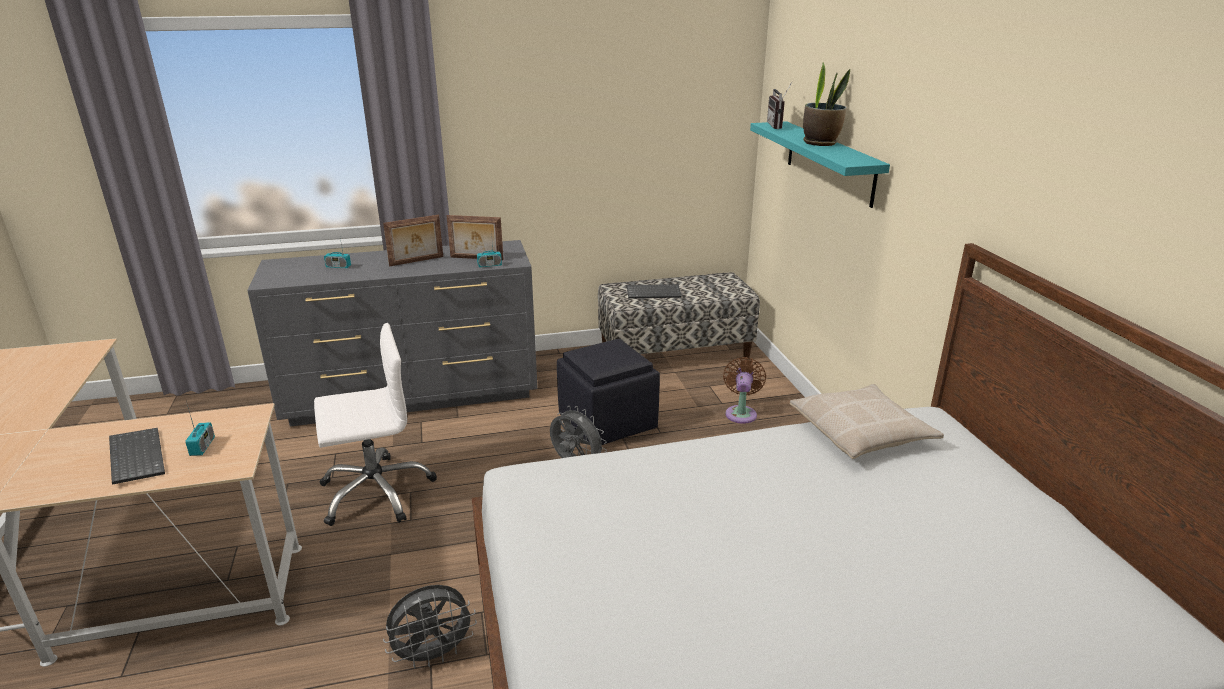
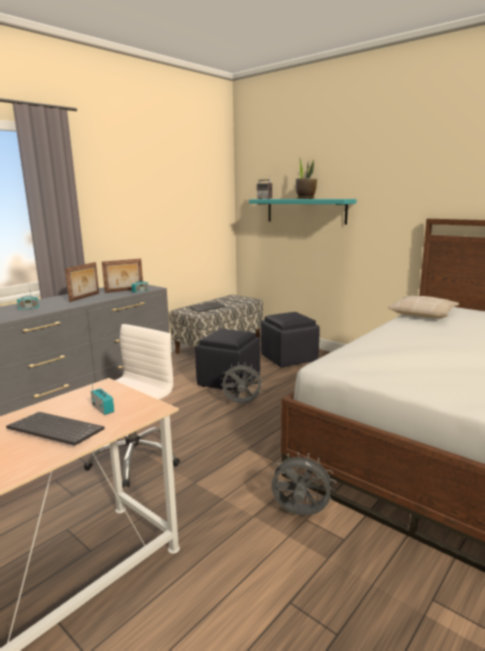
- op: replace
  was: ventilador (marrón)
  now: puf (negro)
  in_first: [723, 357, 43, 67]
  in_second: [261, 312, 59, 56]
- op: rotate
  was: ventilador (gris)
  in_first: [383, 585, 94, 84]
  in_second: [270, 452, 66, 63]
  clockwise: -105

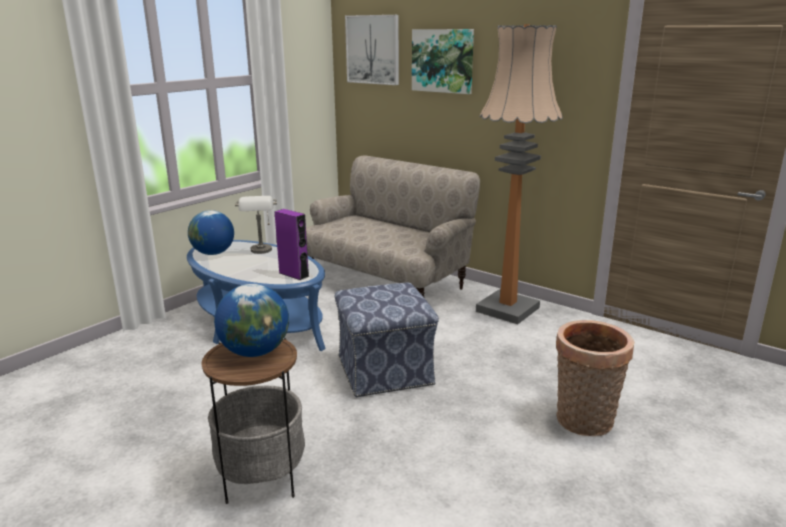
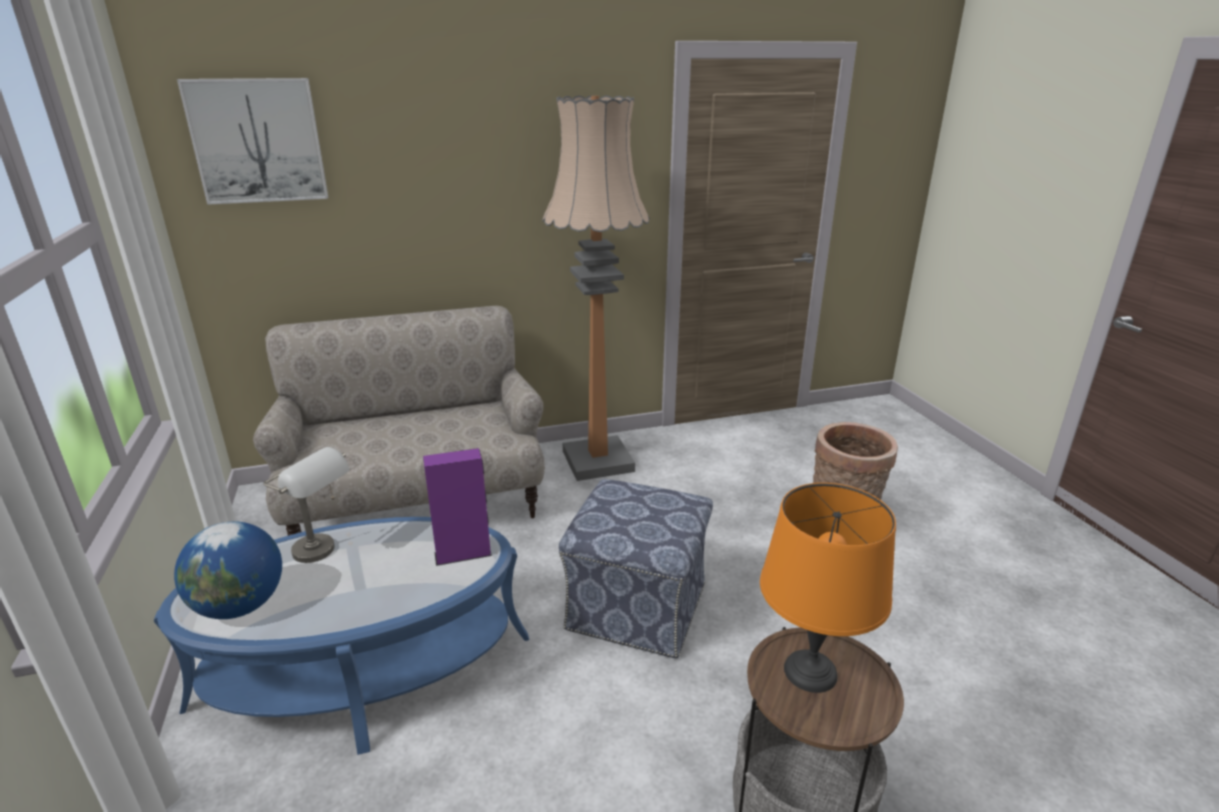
- op: replace
  was: globo terráqueo
  now: lámpara de mesa (naranja)
  in_first: [214, 284, 75, 73]
  in_second: [760, 483, 136, 210]
- op: delete
  was: cuadro
  in_first: [412, 29, 62, 65]

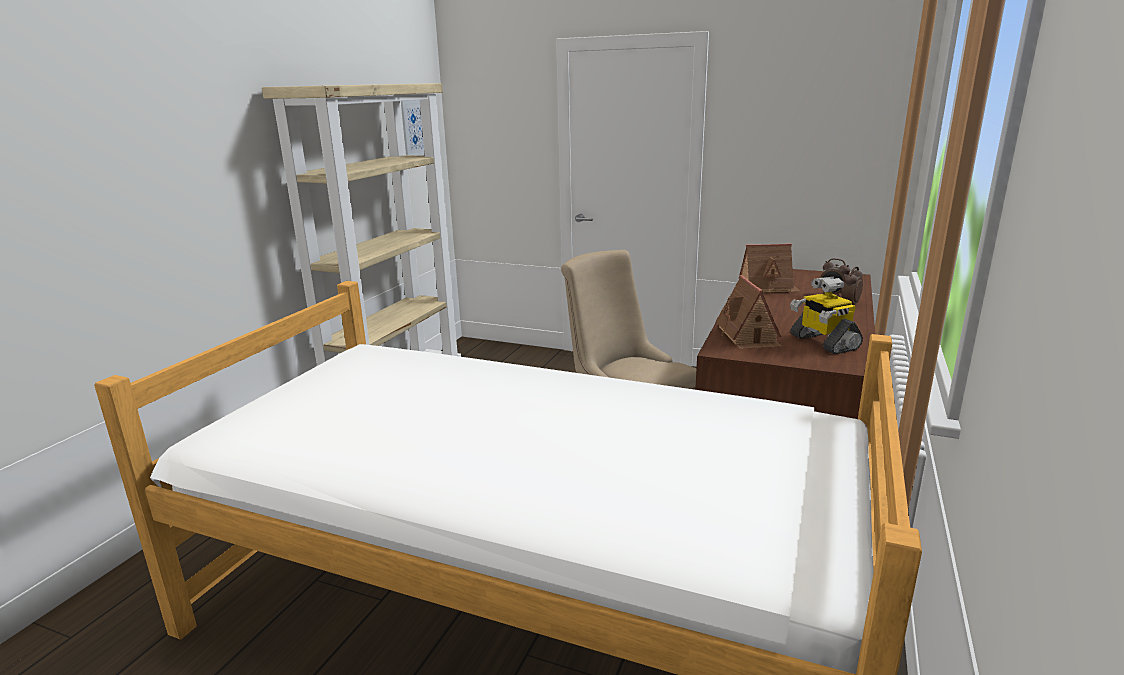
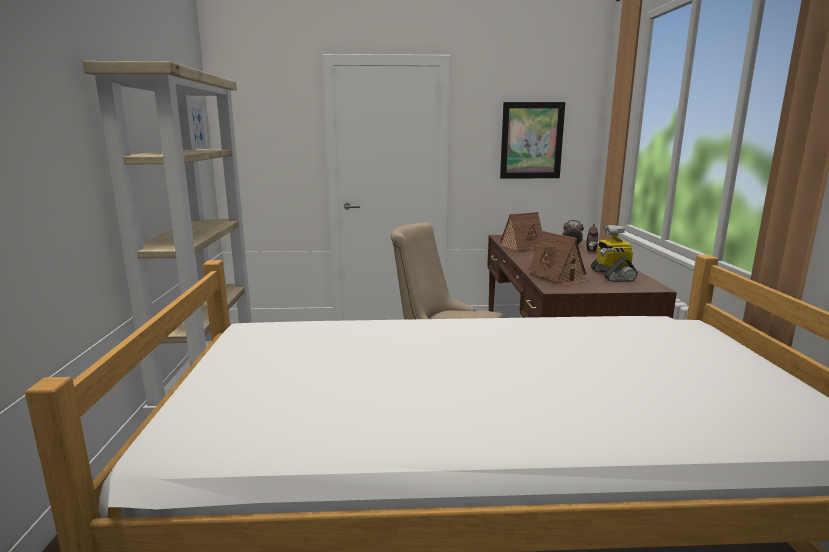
- op: insert
  now: cuadro
  in_second: [500, 102, 65, 77]
- op: rotate
  was: robot de juguete
  in_first: [790, 276, 73, 78]
  in_second: [589, 225, 49, 57]
  clockwise: 45

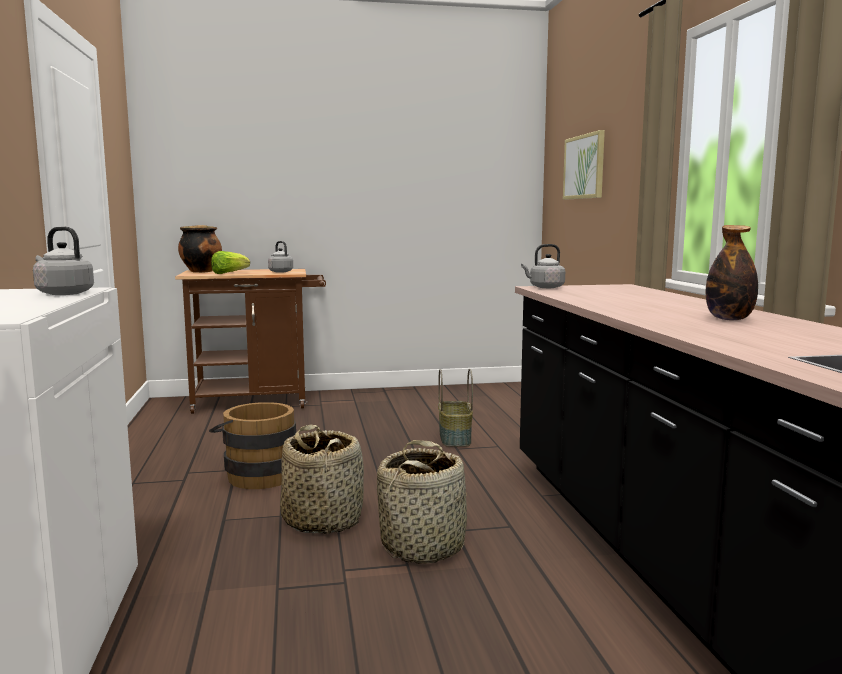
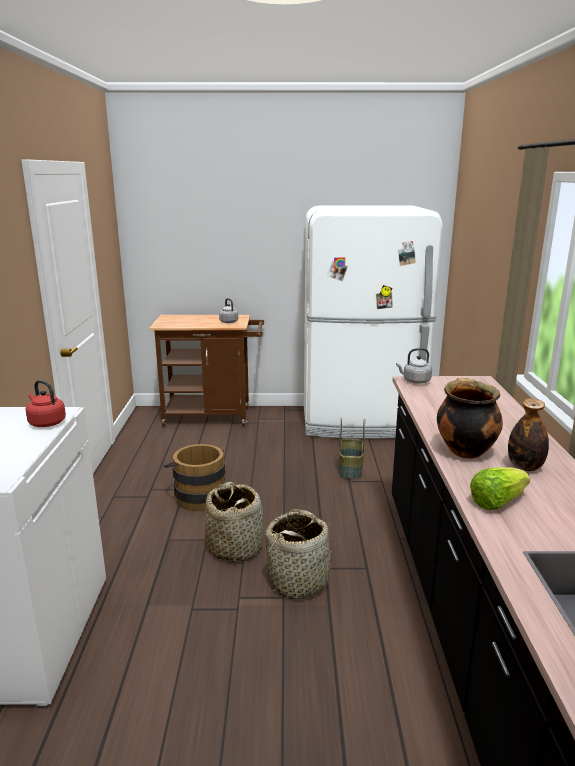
- op: recolor
  was: hervidor (gris)
  now: hervidor (rojo)
  in_first: [33, 227, 61, 68]
  in_second: [26, 380, 40, 47]
- op: insert
  now: nevera (blanco)
  in_second: [304, 206, 139, 233]
- op: move
  was: olla
  in_first: [178, 225, 44, 48]
  in_second: [437, 377, 66, 82]
- op: move
  was: lechuga
  in_first: [211, 251, 39, 23]
  in_second: [470, 467, 60, 43]
- op: delete
  was: cuadro
  in_first: [563, 130, 42, 70]

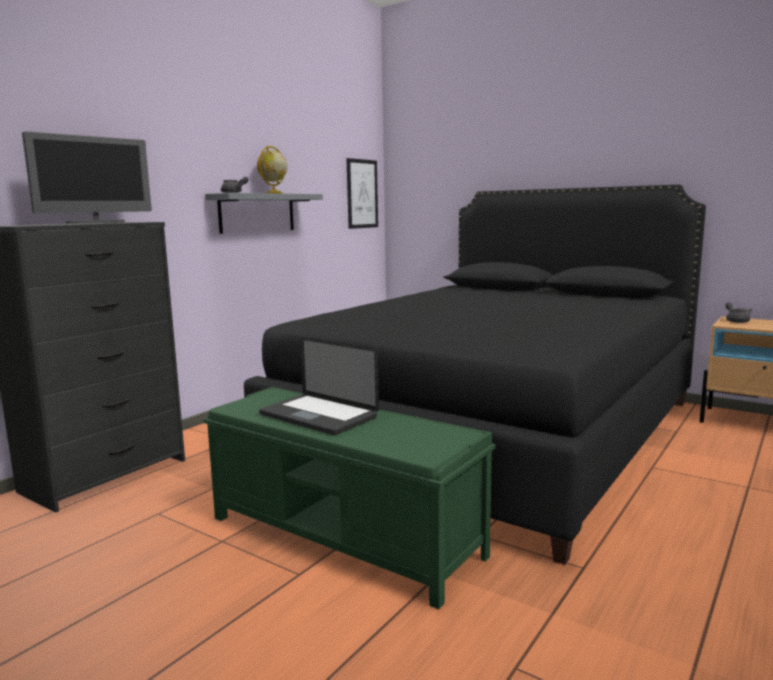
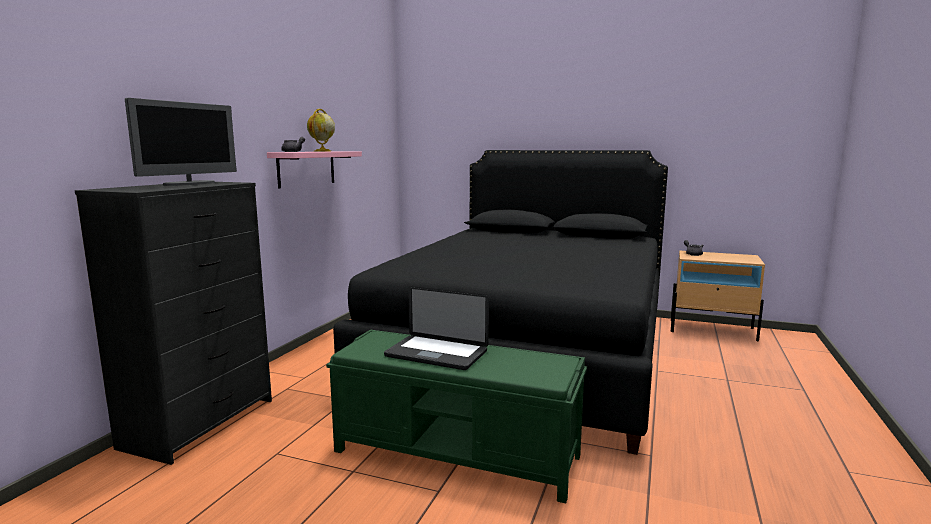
- op: recolor
  was: estante (gris)
  now: estante (rosa)
  in_first: [205, 193, 118, 41]
  in_second: [267, 151, 95, 38]
- op: delete
  was: cuadro
  in_first: [346, 158, 32, 71]

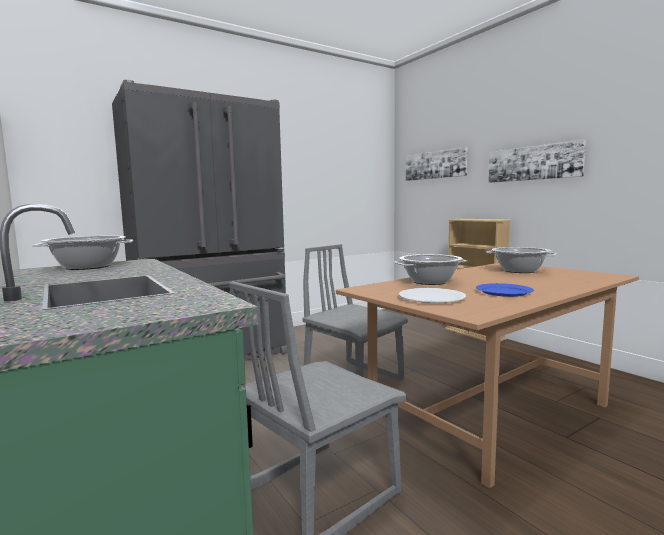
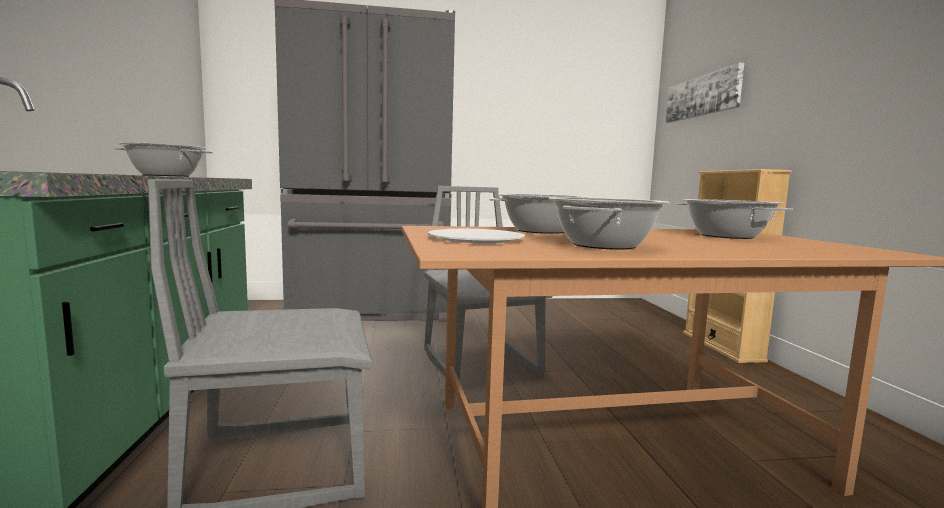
- op: replace
  was: plato (azul)
  now: olla
  in_first: [476, 283, 58, 14]
  in_second: [548, 197, 122, 53]
- op: delete
  was: cuadro
  in_first: [488, 139, 98, 44]

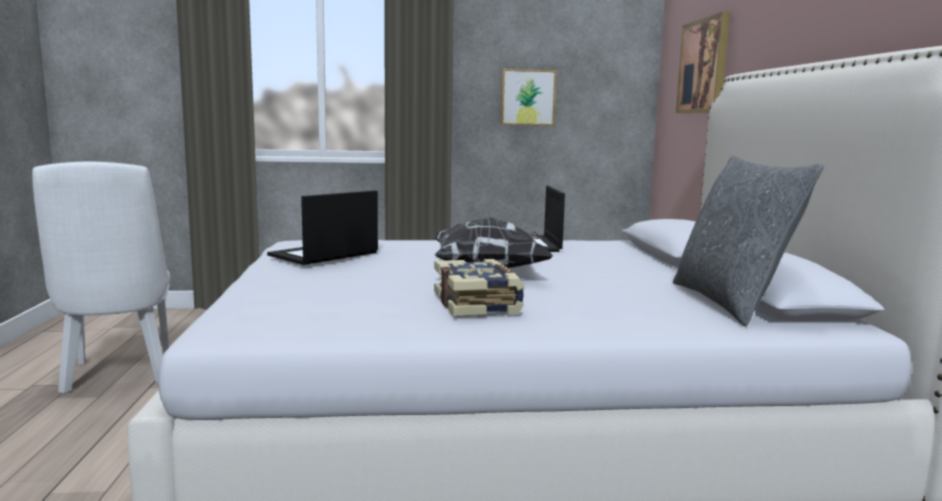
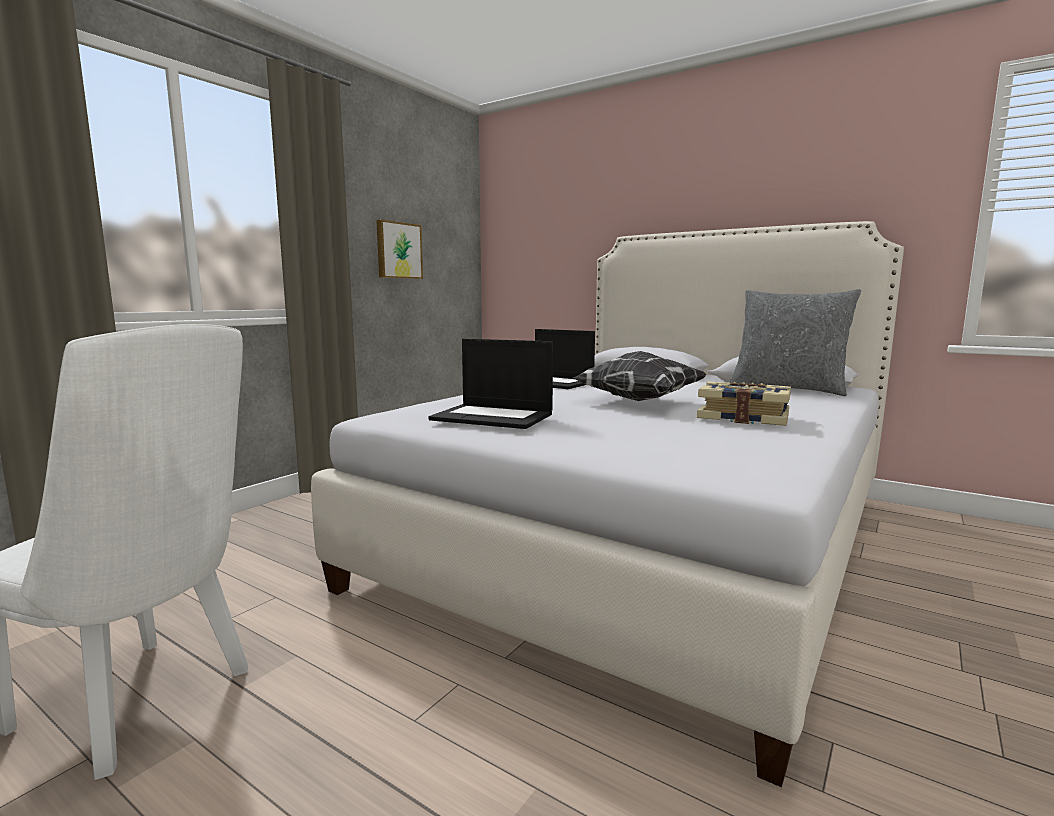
- op: rotate
  was: portátil
  in_first: [267, 190, 111, 75]
  in_second: [428, 339, 125, 90]
  clockwise: -60
- op: delete
  was: cuadro
  in_first: [676, 12, 54, 101]

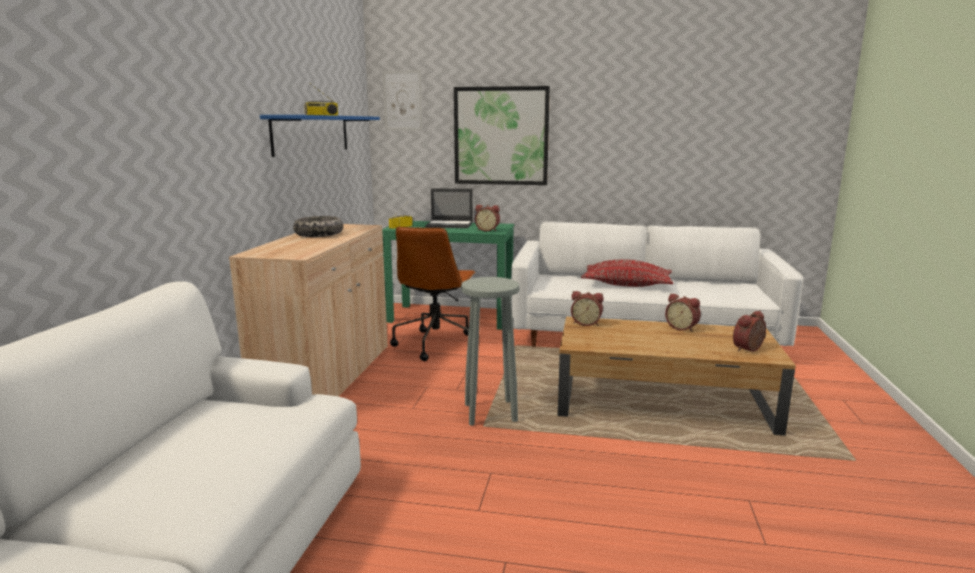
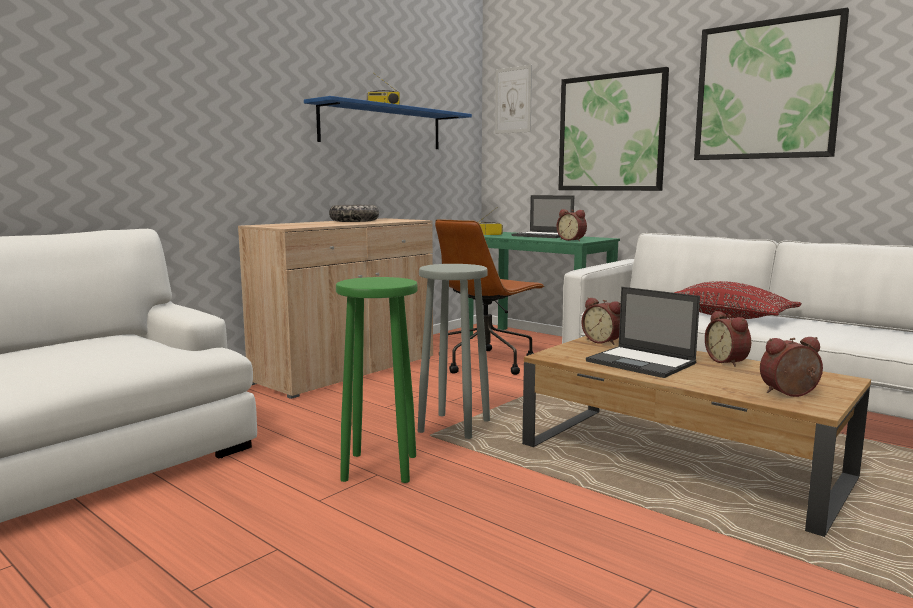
- op: insert
  now: taburete (verde)
  in_second: [336, 277, 81, 206]
- op: insert
  now: portátil
  in_second: [586, 287, 114, 91]
- op: insert
  now: cuadro
  in_second: [694, 7, 155, 153]

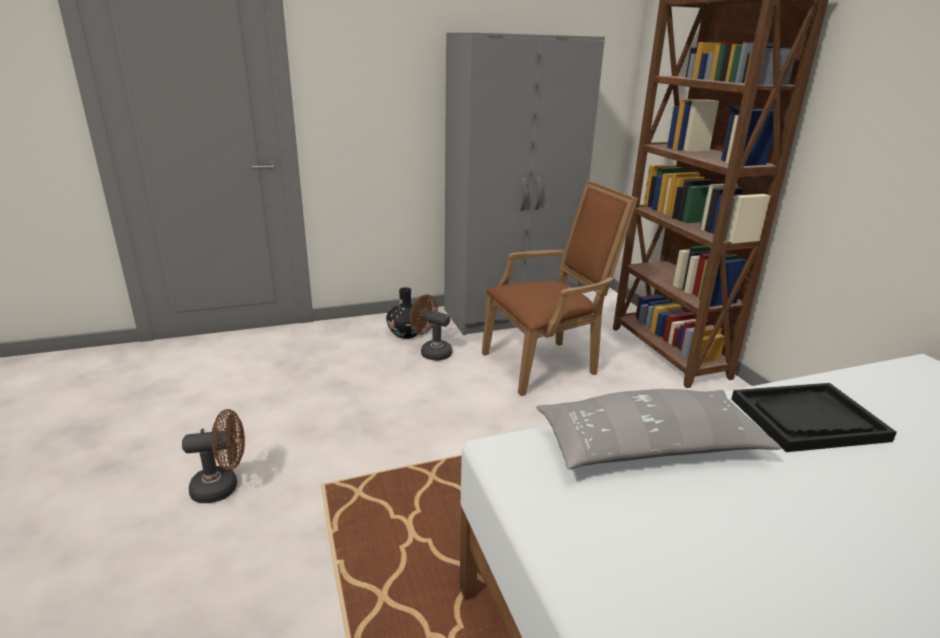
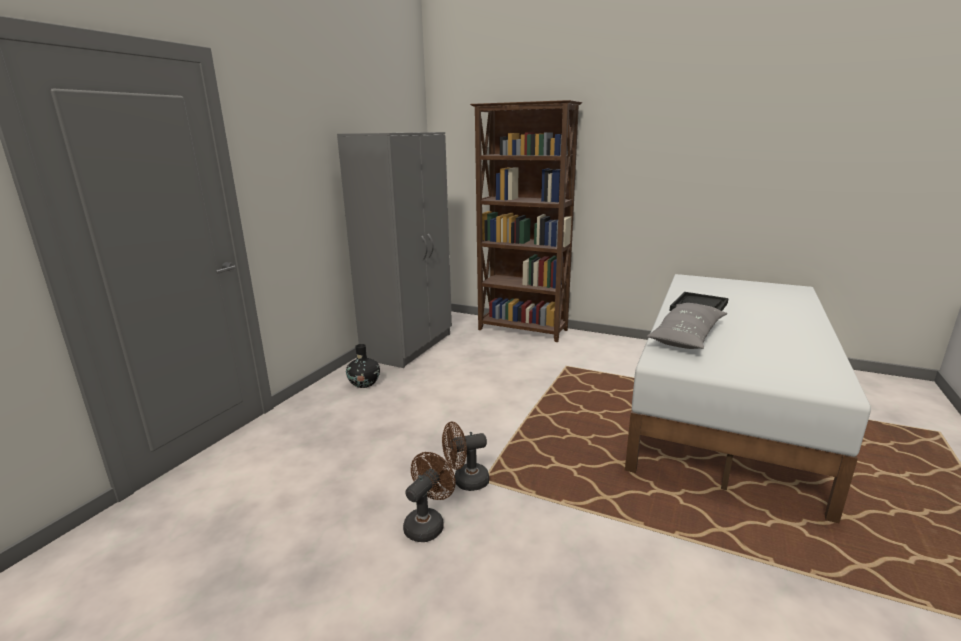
- op: move
  was: ventilador (marrón)
  in_first: [410, 294, 42, 67]
  in_second: [442, 422, 47, 69]
- op: delete
  was: sillón (marrón)
  in_first: [482, 180, 156, 216]

